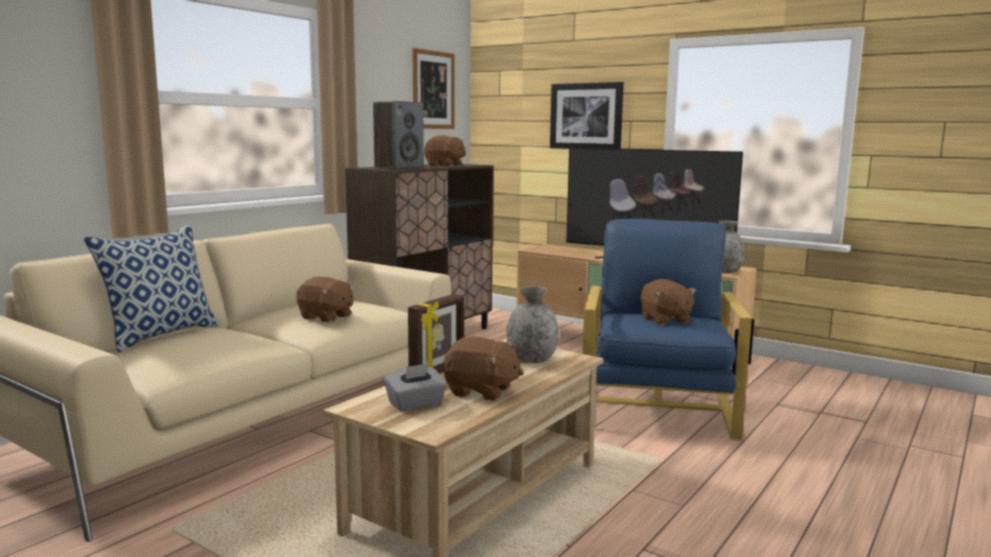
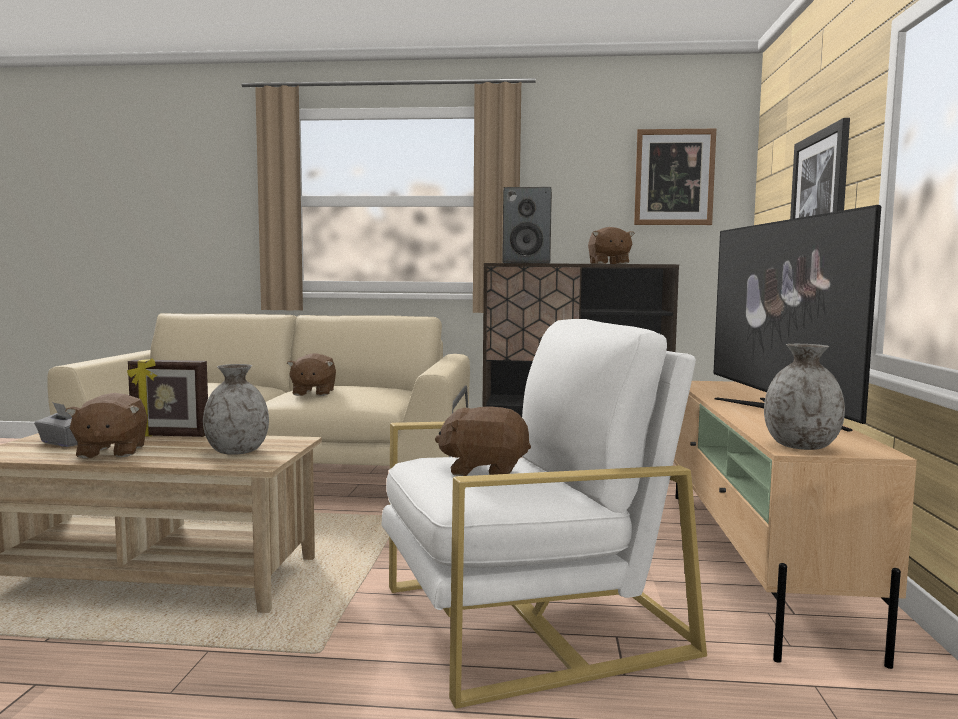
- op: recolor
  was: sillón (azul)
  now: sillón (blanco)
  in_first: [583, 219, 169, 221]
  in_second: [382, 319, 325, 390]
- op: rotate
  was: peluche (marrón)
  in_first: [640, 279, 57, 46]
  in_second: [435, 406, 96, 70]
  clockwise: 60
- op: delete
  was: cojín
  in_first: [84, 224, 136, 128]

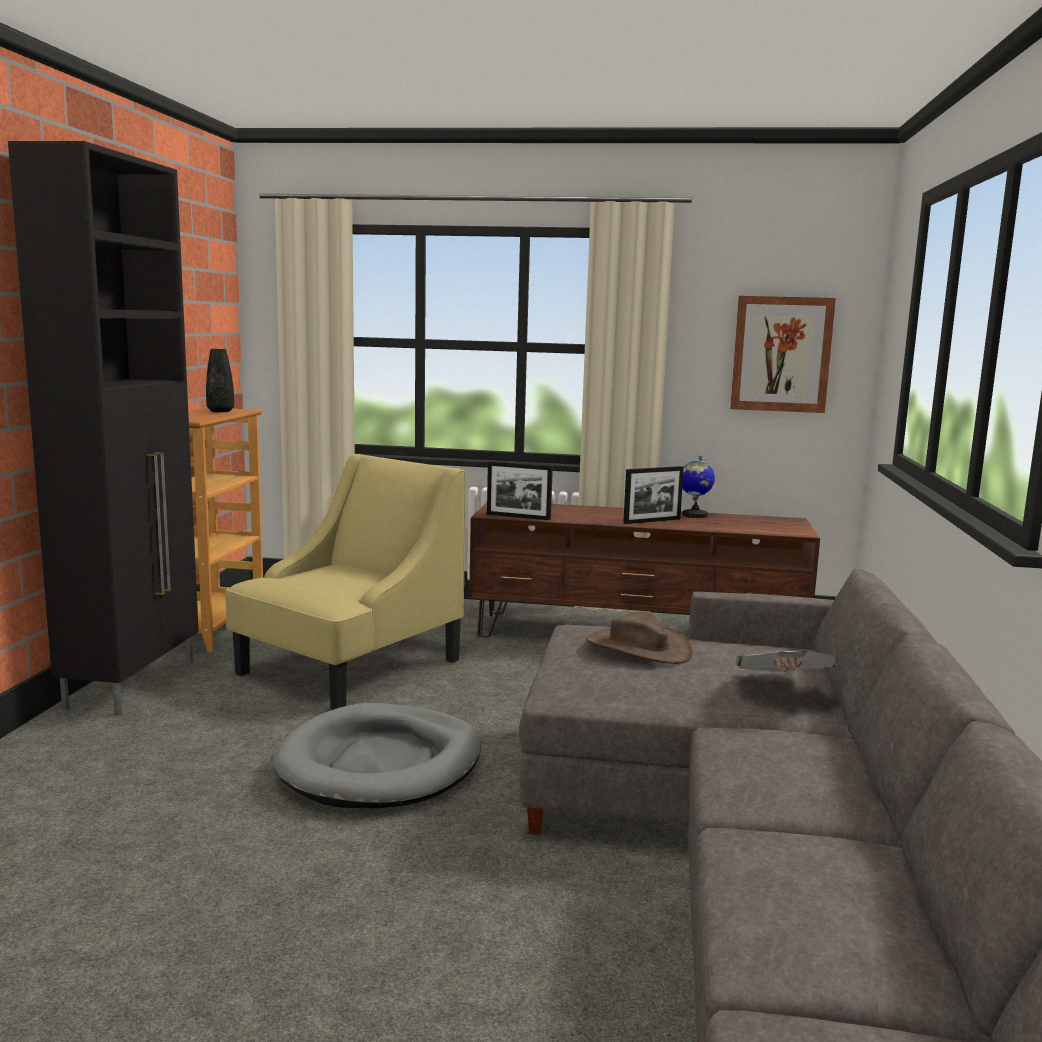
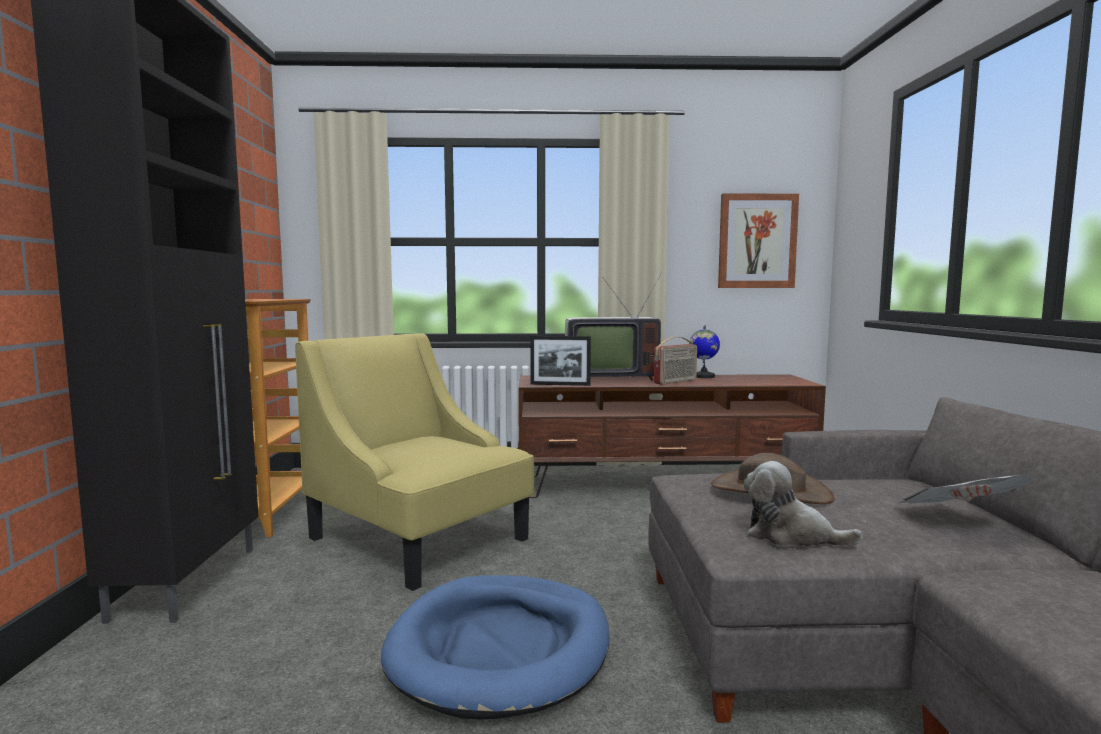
- op: rotate
  was: sillón (amarillo)
  in_first: [226, 454, 240, 256]
  in_second: [295, 333, 240, 258]
  clockwise: -75
- op: recolor
  was: cama para perro (gris)
  now: cama para perro (azul)
  in_first: [273, 703, 208, 106]
  in_second: [381, 575, 228, 145]
- op: insert
  now: televisor
  in_second: [565, 273, 97, 108]
- op: replace
  was: portarretratos
  now: radio
  in_first: [623, 466, 61, 58]
  in_second: [654, 337, 43, 48]
- op: insert
  now: peluche
  in_second: [744, 461, 119, 85]
- op: delete
  was: florero (negro)
  in_first: [206, 349, 28, 63]

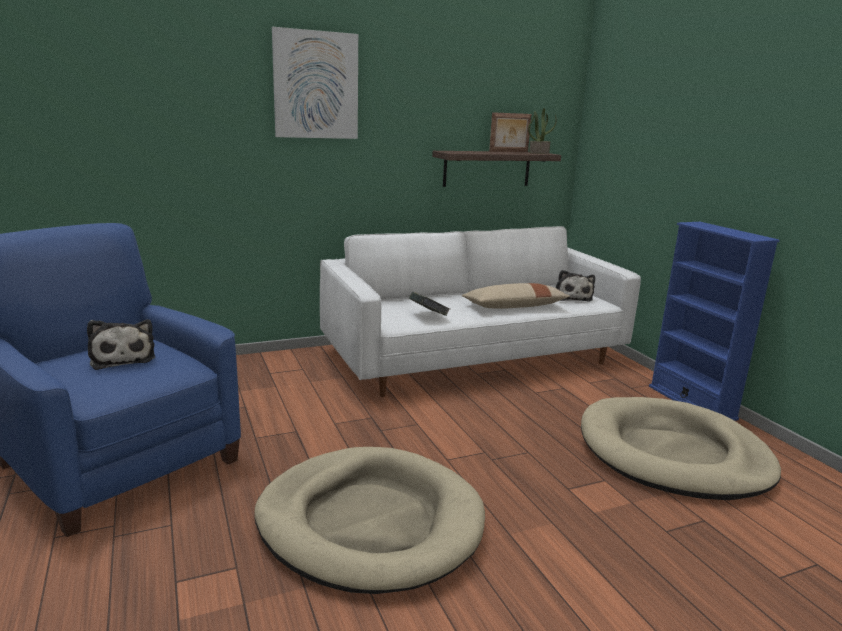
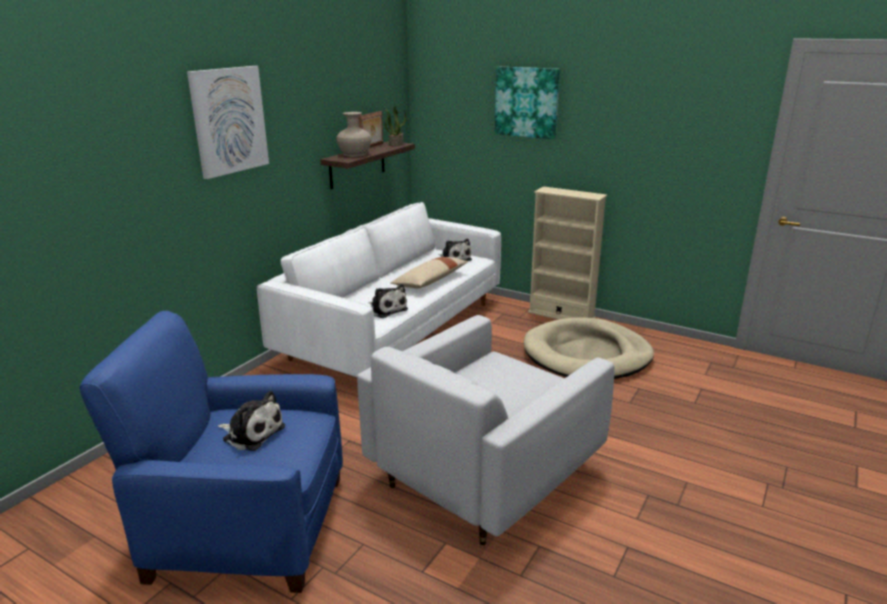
- op: insert
  now: florero (beis)
  in_second: [337, 112, 35, 45]
- op: replace
  was: cama para perro (beis)
  now: sillón (blanco)
  in_first: [254, 447, 231, 147]
  in_second: [357, 315, 258, 230]
- op: replace
  was: libro
  now: peluche
  in_first: [409, 292, 41, 24]
  in_second: [368, 284, 40, 34]
- op: insert
  now: cuadro
  in_second: [495, 67, 65, 72]
- op: recolor
  was: estantería (azul)
  now: estantería (beis)
  in_first: [649, 222, 131, 199]
  in_second: [528, 186, 79, 134]

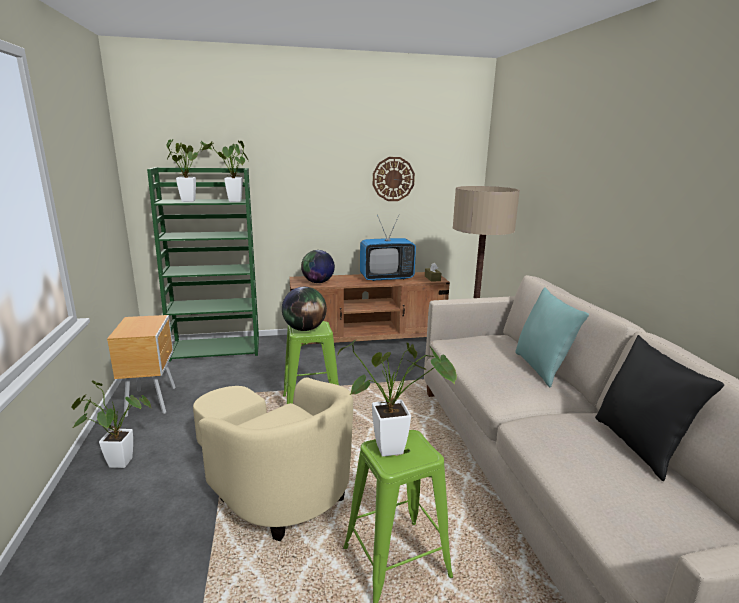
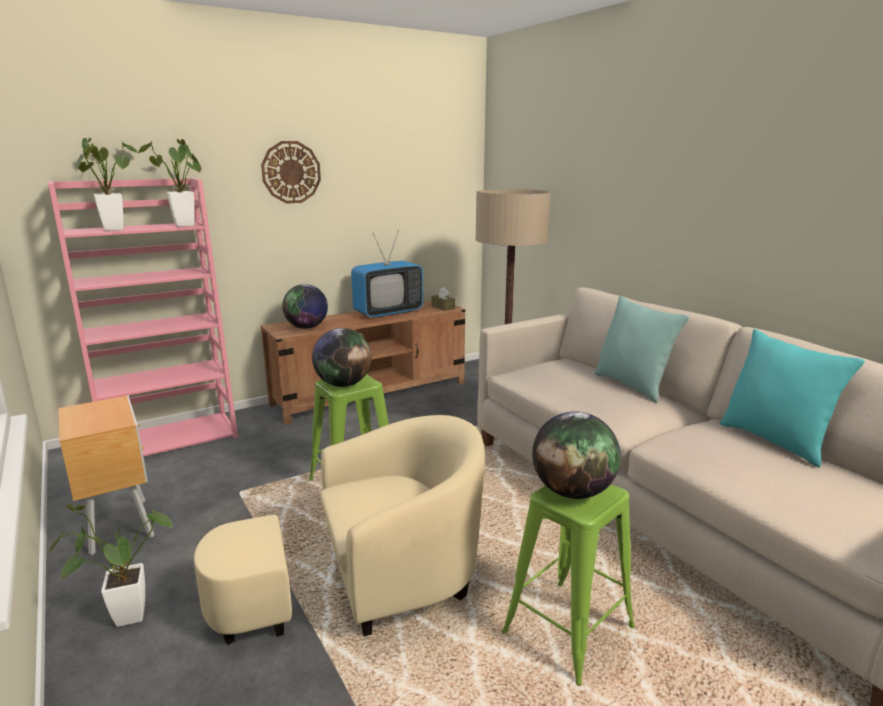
- op: recolor
  was: estantería (verde)
  now: estantería (rosa)
  in_first: [147, 167, 112, 195]
  in_second: [48, 178, 190, 279]
- op: rotate
  was: sillón (beis)
  in_first: [193, 378, 160, 163]
  in_second: [194, 415, 291, 230]
  clockwise: -45
- op: move
  was: reloj de pared
  in_first: [373, 157, 42, 44]
  in_second: [261, 141, 60, 62]
- op: replace
  was: planta en maceta
  now: globo terráqueo
  in_first: [337, 339, 120, 118]
  in_second: [532, 412, 89, 87]
- op: recolor
  was: cojín (negro)
  now: cojín (turquesa)
  in_first: [595, 335, 129, 146]
  in_second: [720, 329, 145, 139]

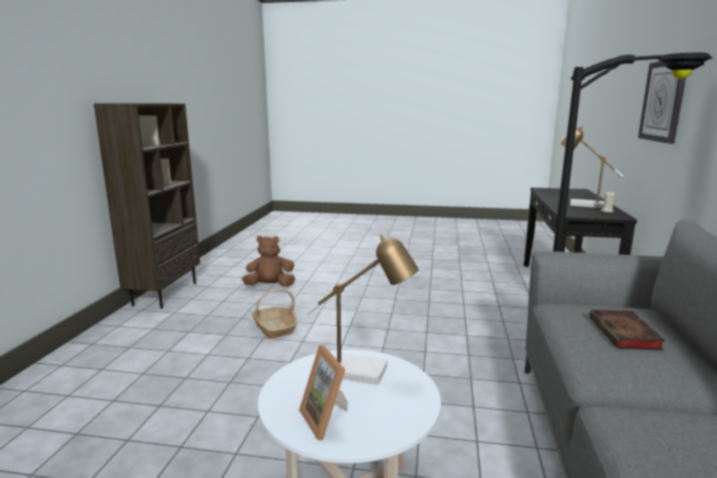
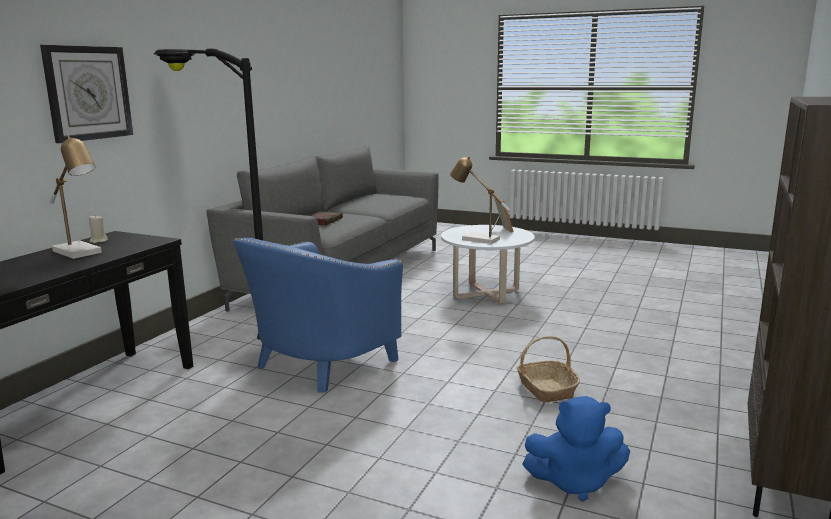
- op: insert
  now: sillón (azul)
  in_second: [233, 238, 170, 155]
- op: recolor
  was: peluche (marrón)
  now: peluche (azul)
  in_first: [242, 235, 53, 51]
  in_second: [522, 396, 108, 106]

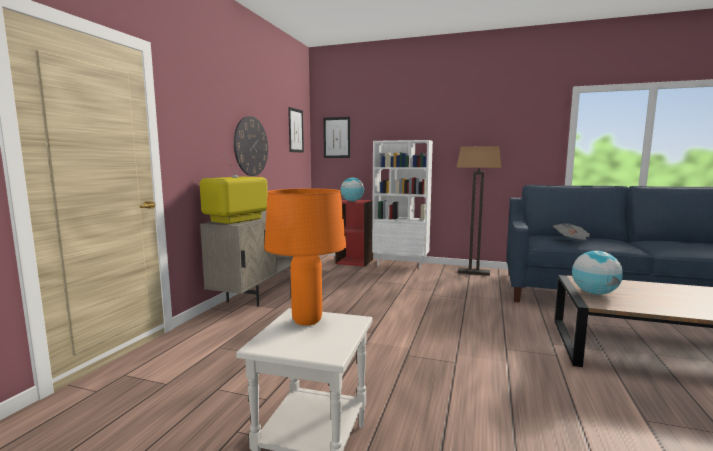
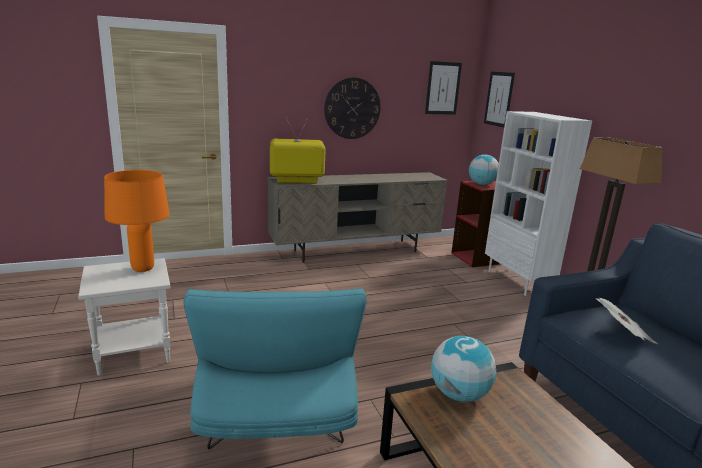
- op: insert
  now: sillón (turquesa)
  in_second: [184, 288, 183, 161]

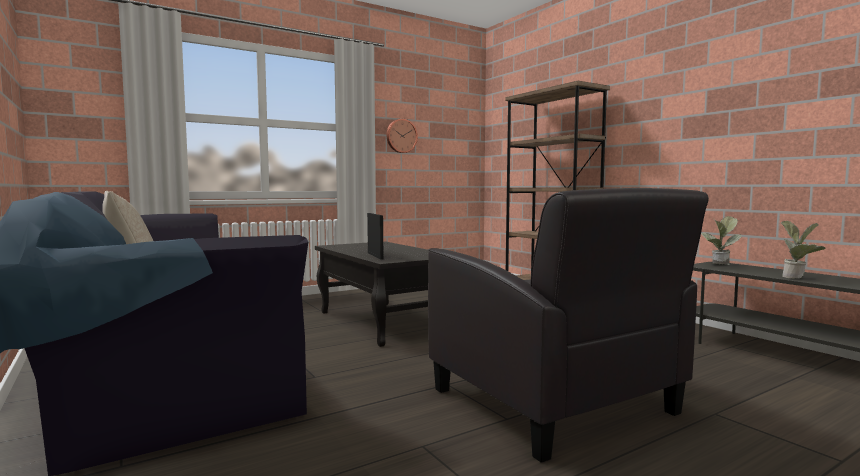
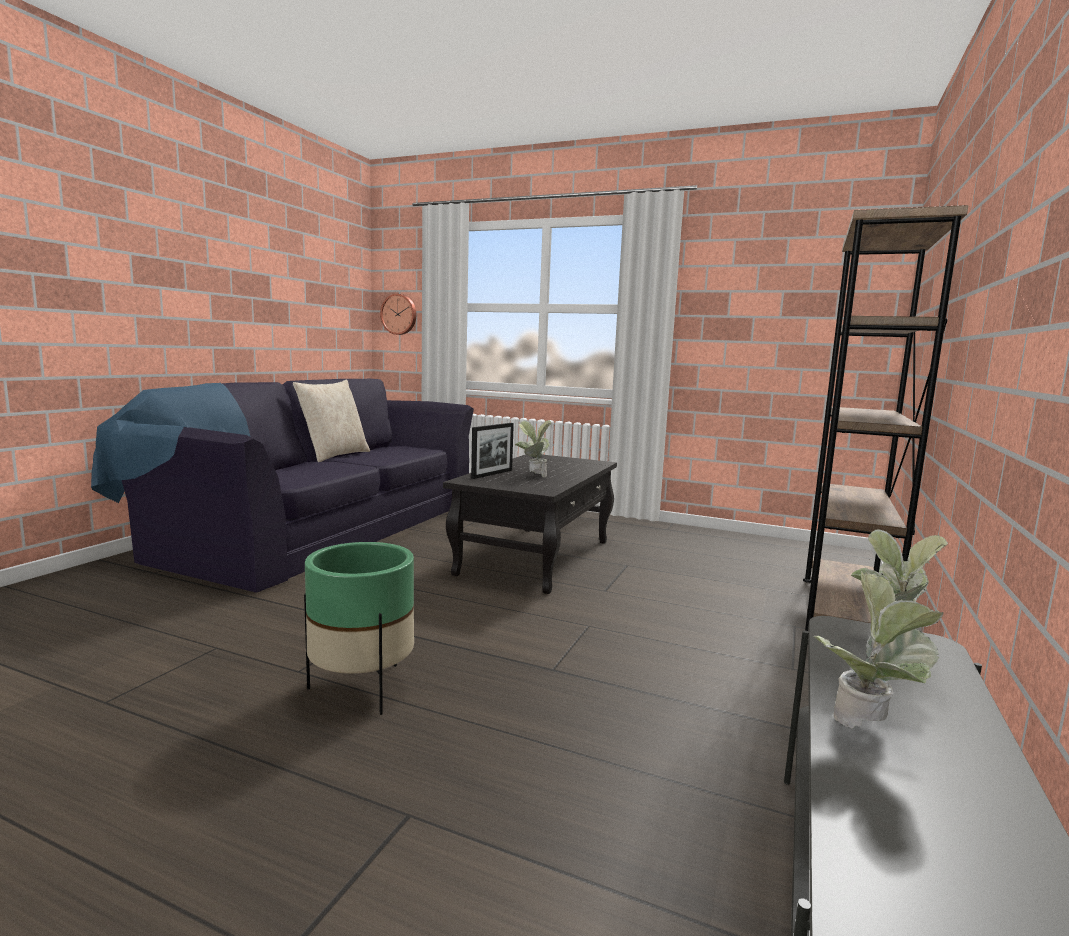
- op: replace
  was: sillón (negro)
  now: maceta (verde)
  in_first: [428, 188, 281, 275]
  in_second: [304, 542, 110, 173]
- op: move
  was: reloj de pared
  in_first: [386, 119, 32, 34]
  in_second: [380, 294, 36, 41]
- op: insert
  now: planta en maceta
  in_second: [515, 420, 36, 57]

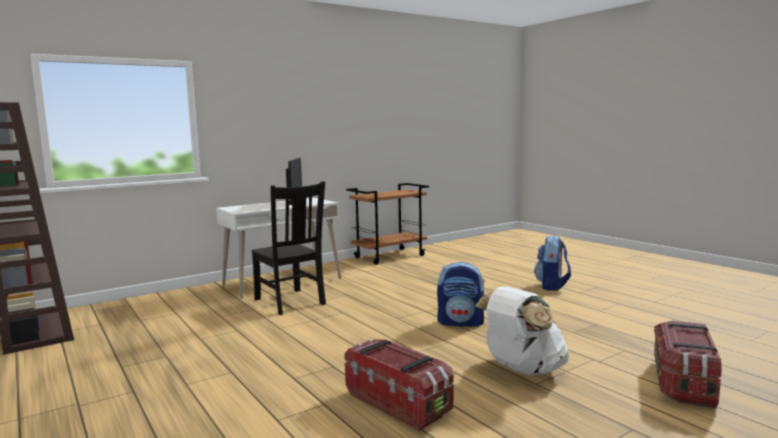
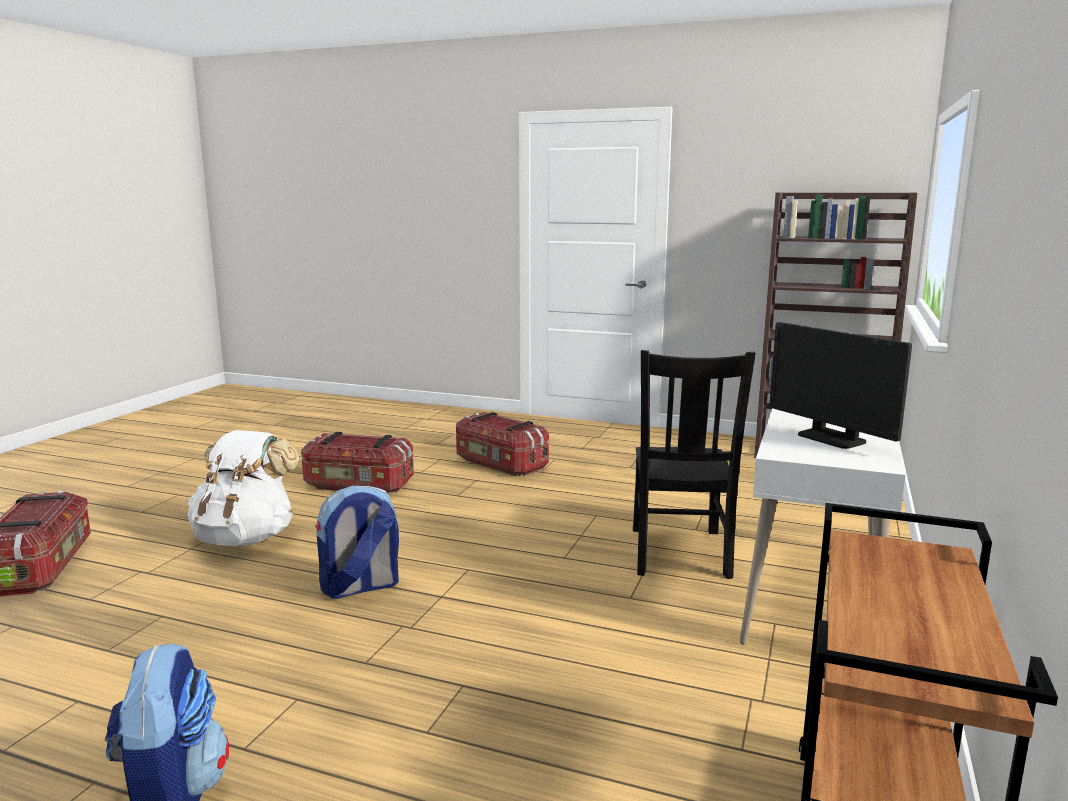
- op: insert
  now: caja de almacenaje
  in_second: [456, 412, 93, 64]
- op: rotate
  was: silla (negro)
  in_first: [251, 181, 75, 134]
  in_second: [633, 350, 123, 229]
  clockwise: -105

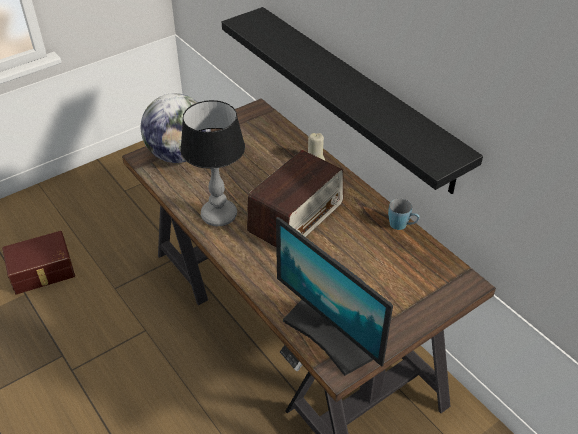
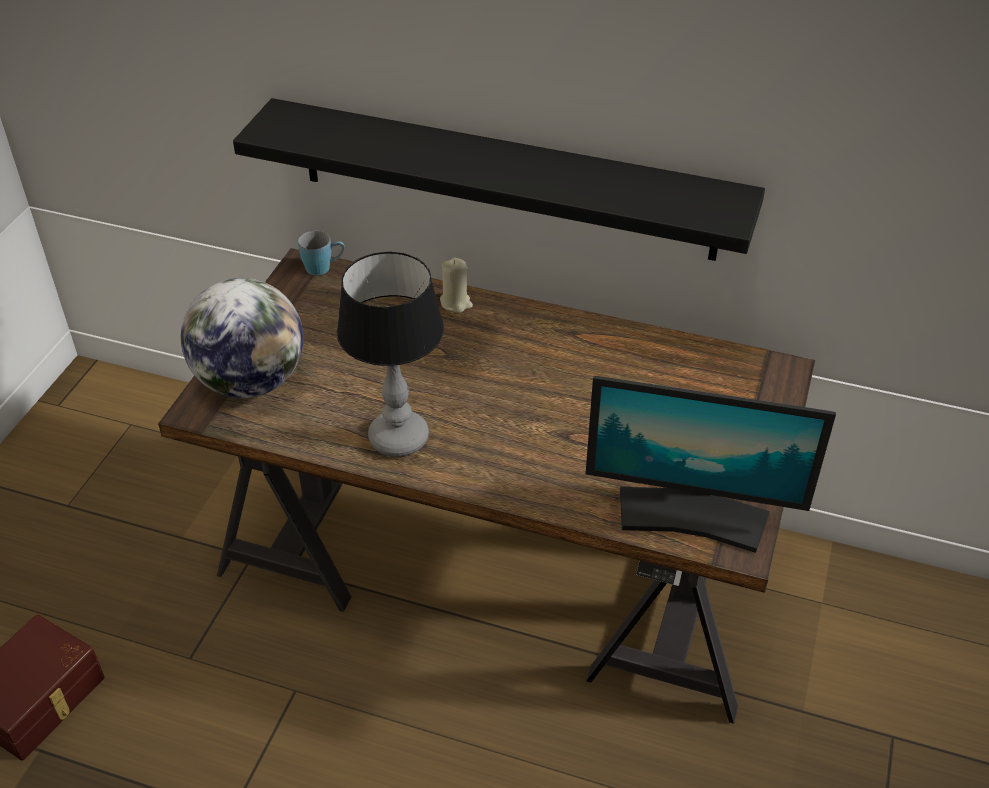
- op: move
  was: taza grande (azul)
  in_first: [388, 199, 32, 31]
  in_second: [298, 231, 46, 45]
- op: delete
  was: radio
  in_first: [247, 150, 96, 97]

